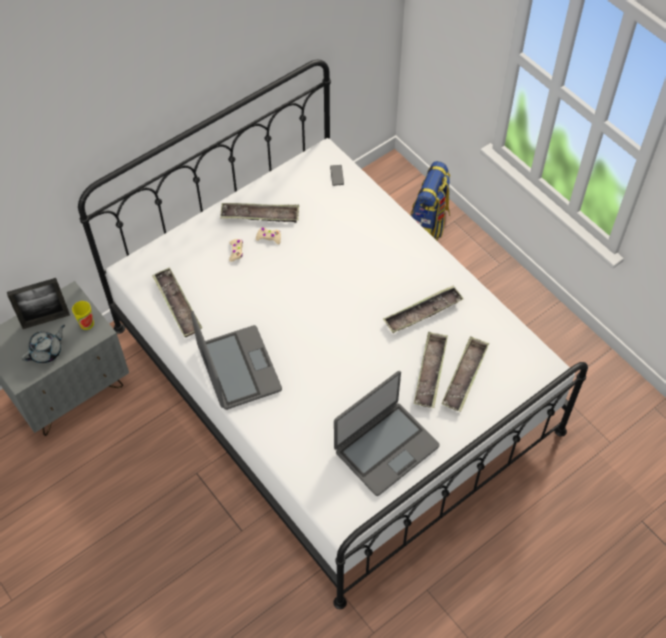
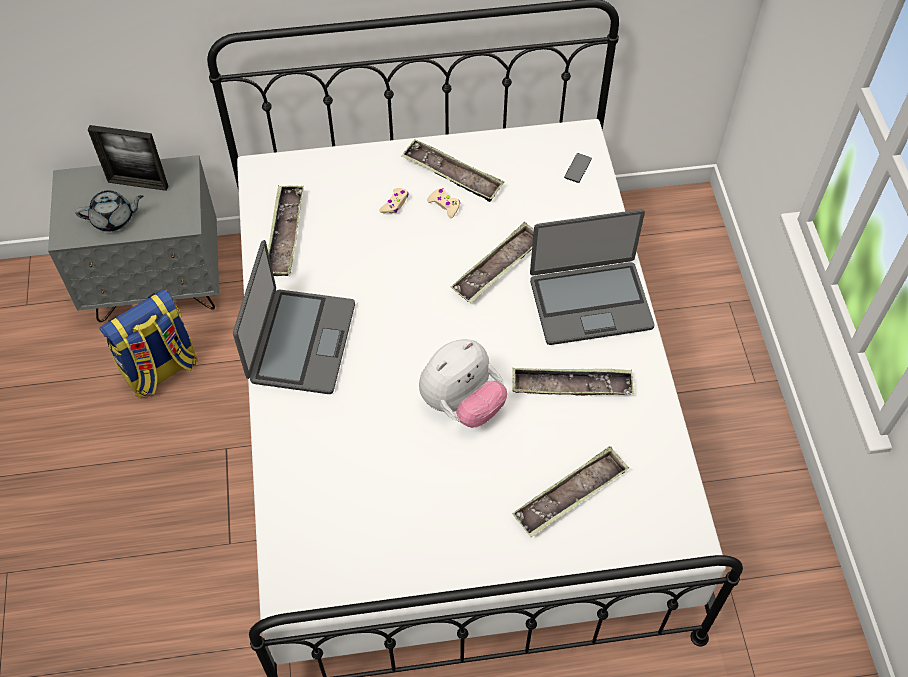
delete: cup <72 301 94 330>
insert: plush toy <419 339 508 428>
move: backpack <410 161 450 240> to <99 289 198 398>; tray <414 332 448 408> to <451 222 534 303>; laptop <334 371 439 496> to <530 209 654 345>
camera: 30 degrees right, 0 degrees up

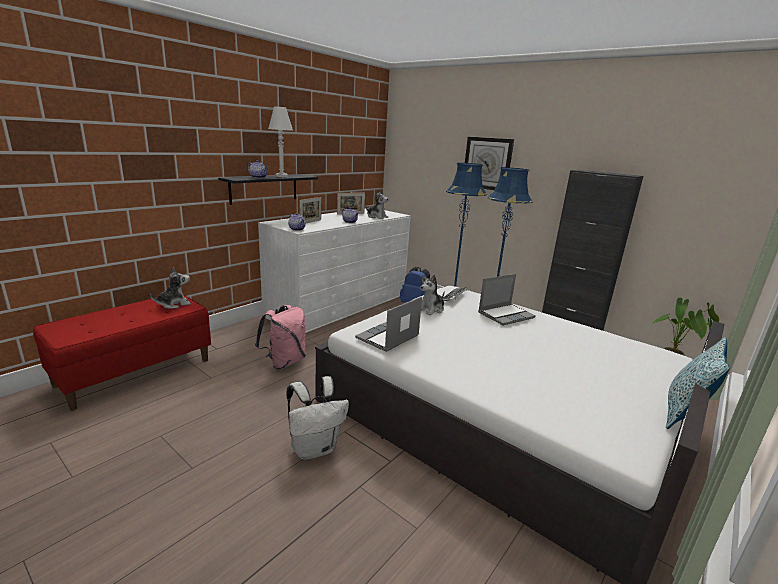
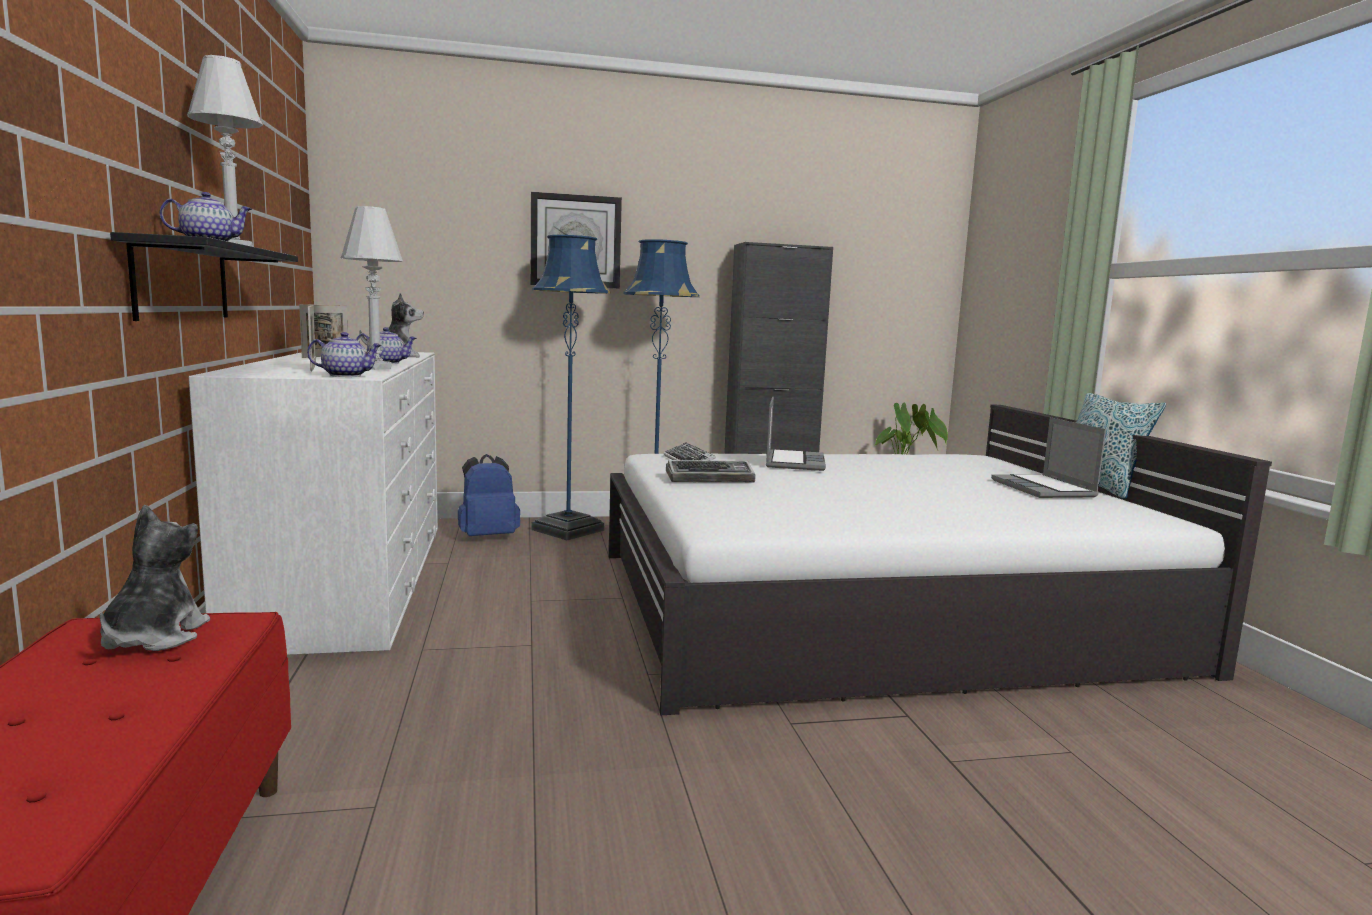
delete: pink backpack <255 305 306 369>; white backpack <286 376 349 460>
insert: white table lamp <341 206 403 370>
move: laptop <355 296 422 352> to <991 417 1106 498>
replace: plush toy <420 275 445 315> to keyboard <666 460 756 482>
camera: 50 degrees left, 10 degrees down

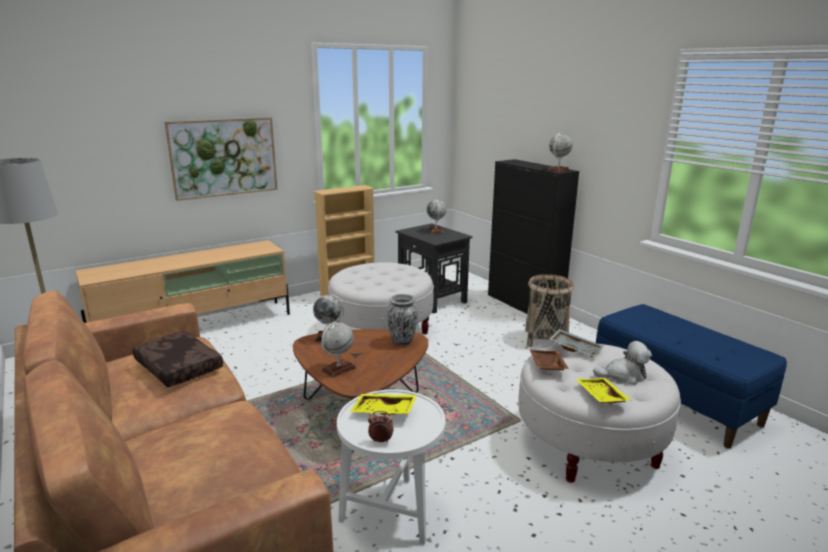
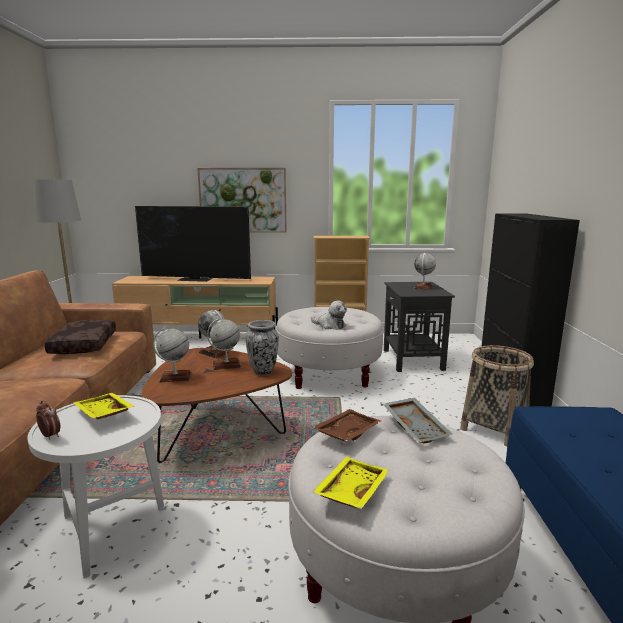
insert: television <135 206 251 282>
move: globe <547 133 573 173> to <207 319 241 370>; plush toy <593 341 652 385> to <311 300 347 330>
camera: 35 degrees right, 5 degrees down

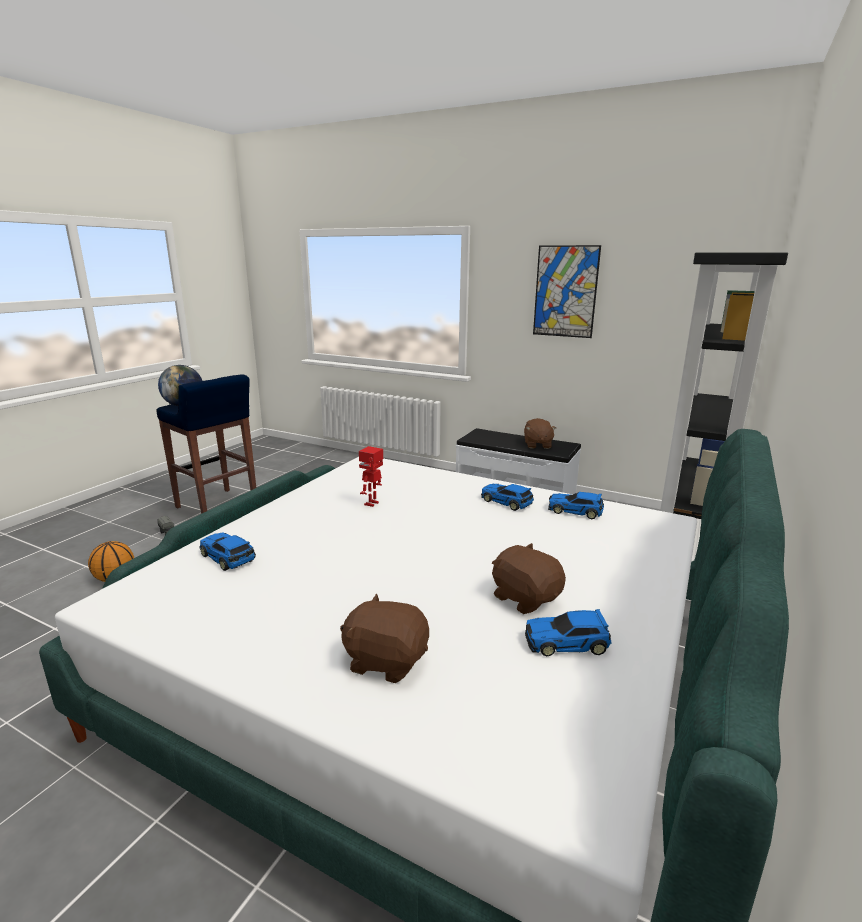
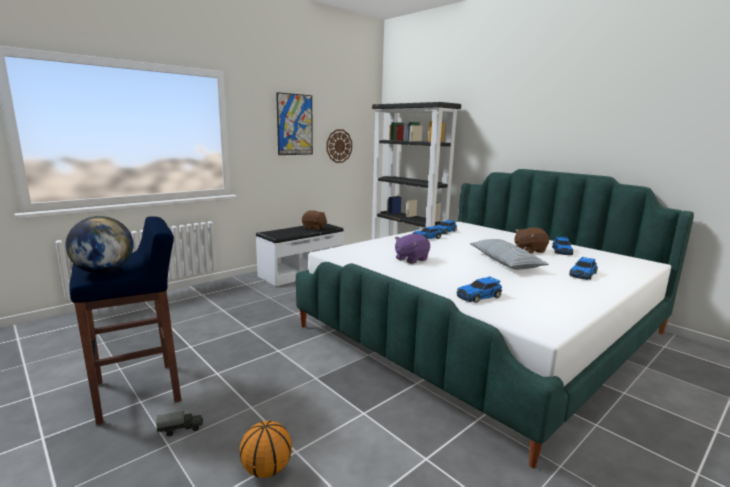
insert: wall clock <327 129 352 163>; pillow <470 239 549 270>
replace: toy robot <359 446 383 507> to purple plush toy <395 234 430 264>; brown plush toy <340 594 429 683> to toy car <569 257 598 280>
camera: 70 degrees left, 5 degrees down

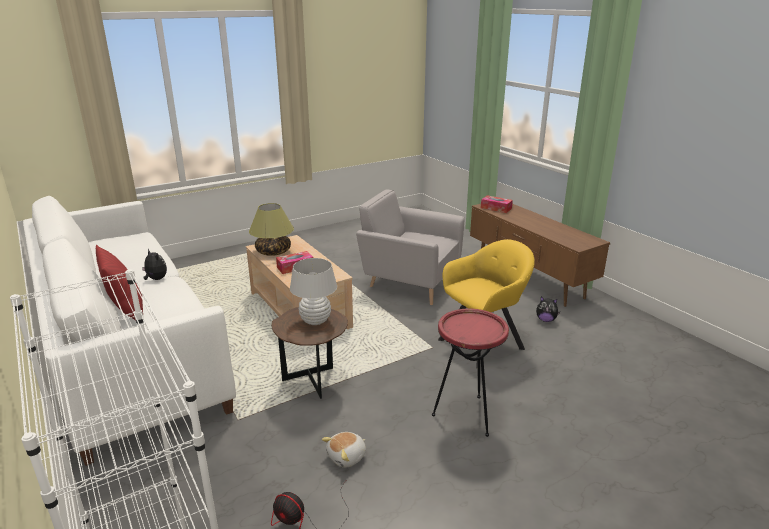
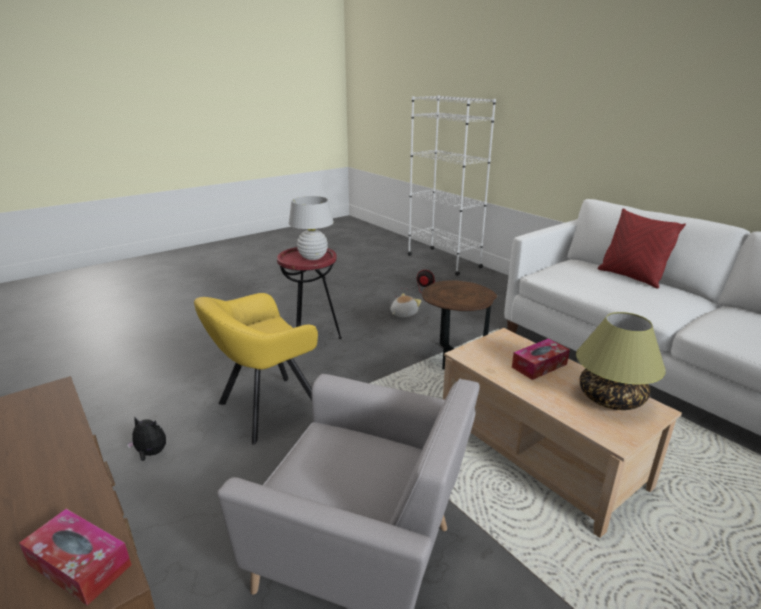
delete: plush toy <142 249 167 280>
move: white table lamp <290 258 337 325> to <289 196 334 260>
camera: 175 degrees right, 0 degrees up

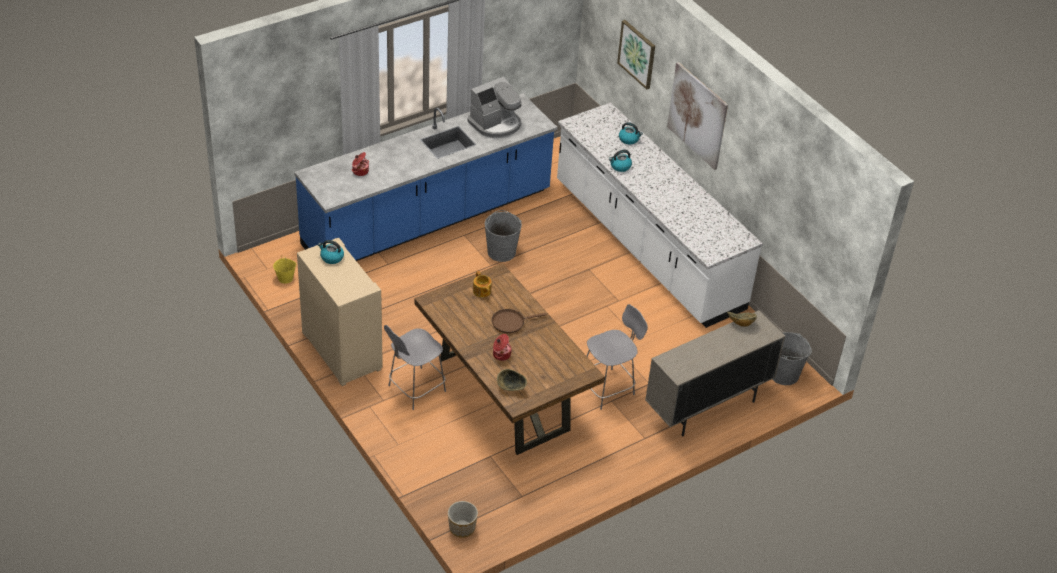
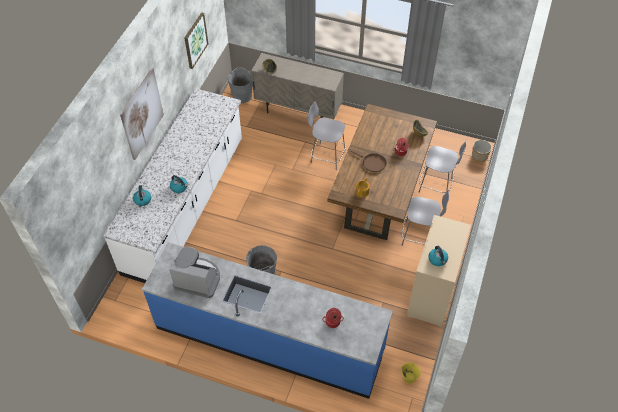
insert: grey stool <419 140 467 193>
move: picture <617 20 655 90> to <184 12 208 69>
camera: 125 degrees left, 10 degrees up

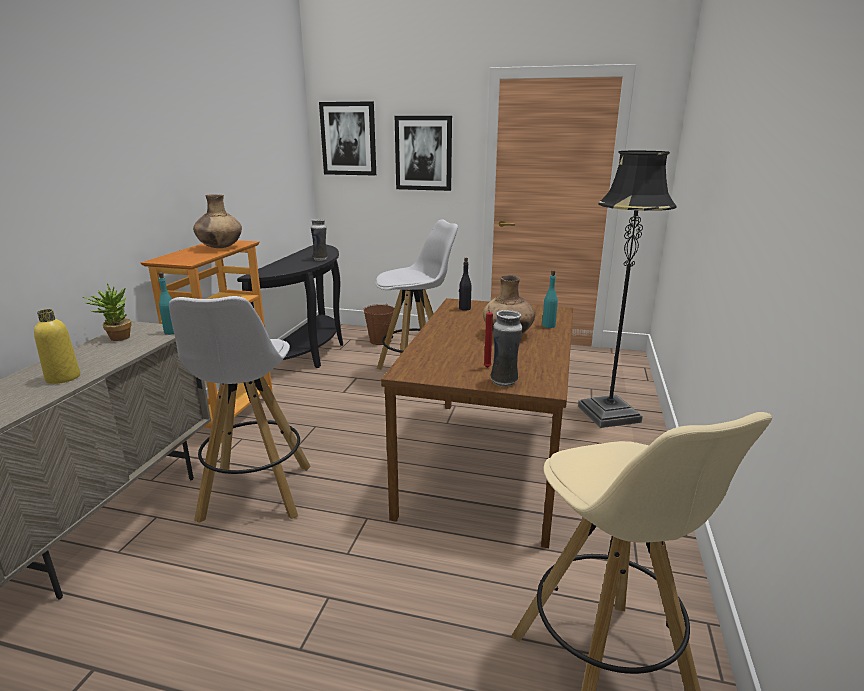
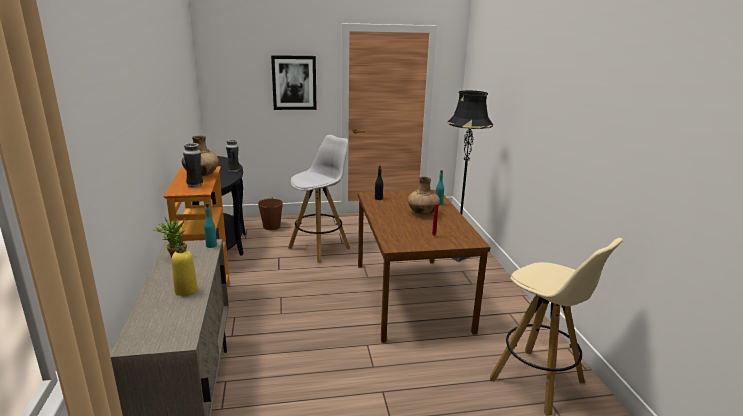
delete: picture <319 101 376 176>; white stool <169 296 311 523>
move: vase <491 310 523 387> to <183 143 203 187>
camera: 25 degrees left, 0 degrees up

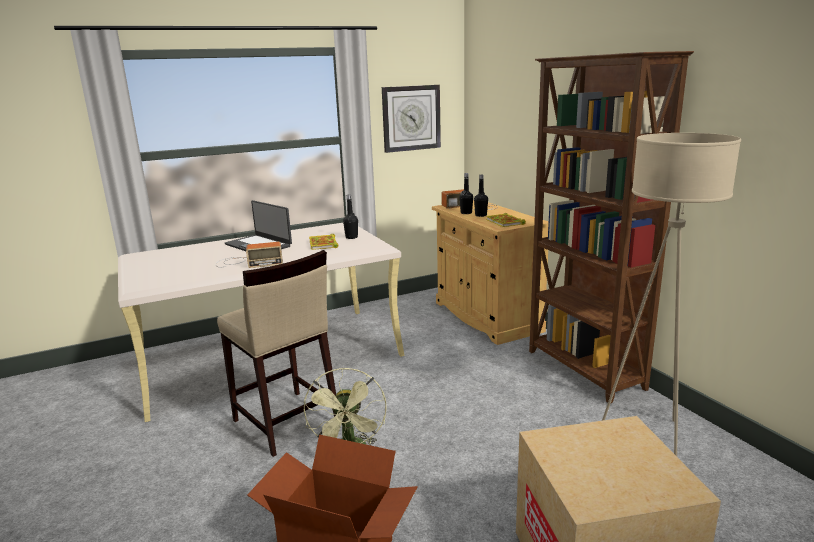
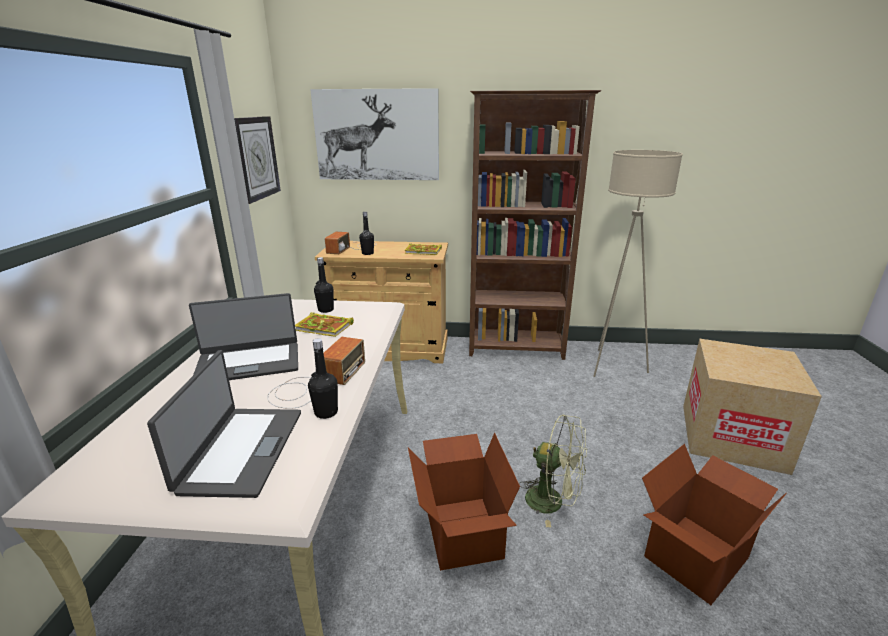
insert: picture <310 88 439 180>; laptop <147 350 301 498>
move: black bottle <474 175 488 217> to <308 338 338 419>
replace: beige stool <217 250 336 457> to cardboard box <408 433 520 571>
camera: 60 degrees left, 5 degrees up

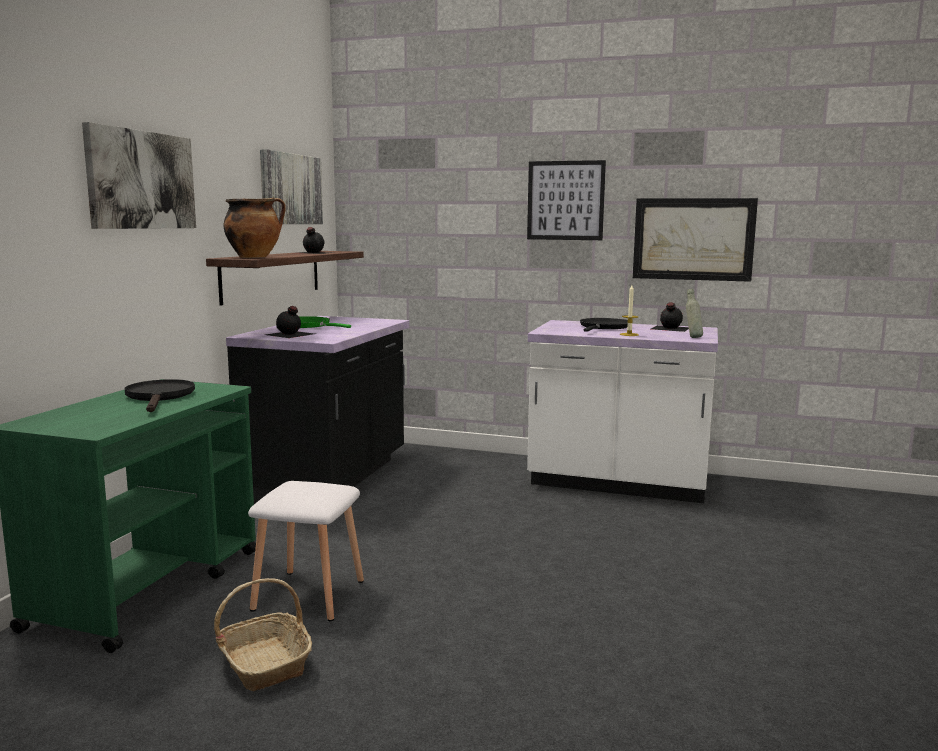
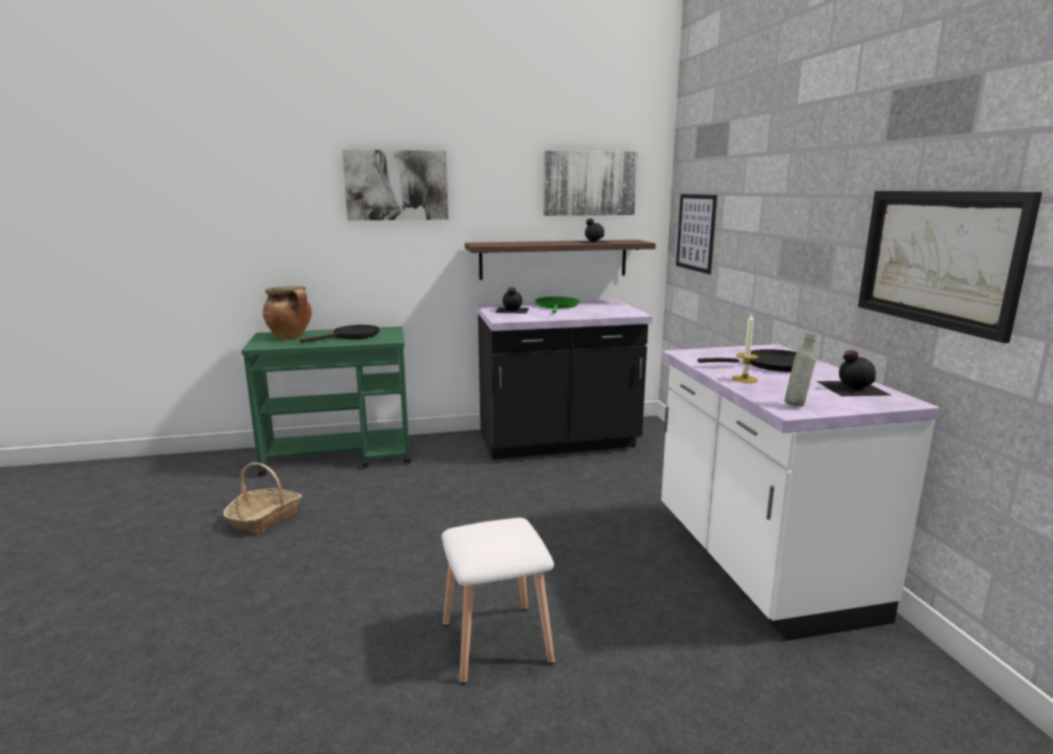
move: picture <527 160 606 240> to <676 194 717 274>; cooking pot <224 197 286 258> to <263 286 312 339>; white stool <248 481 364 621> to <442 518 555 684>
camera: 60 degrees right, 5 degrees up

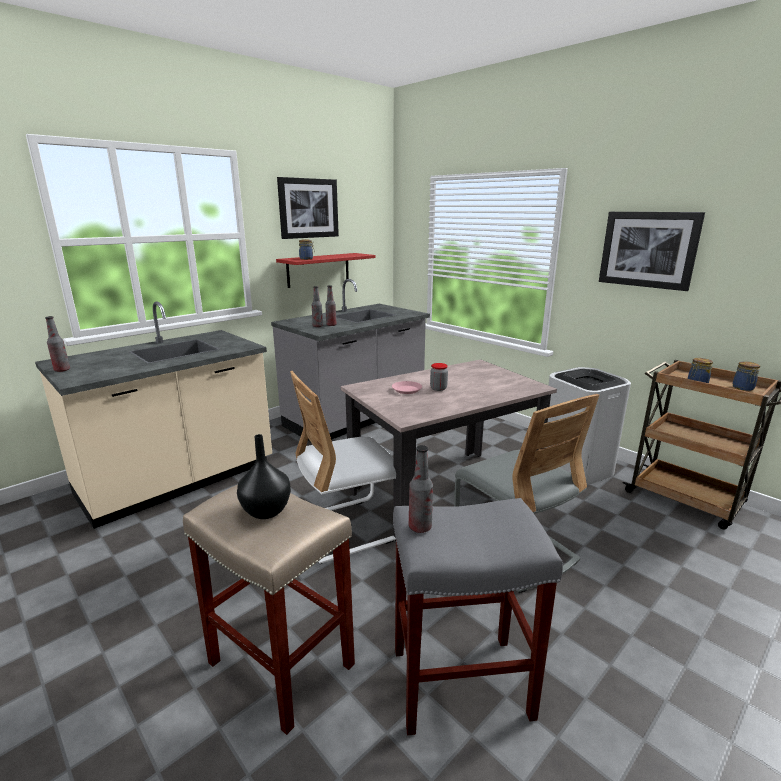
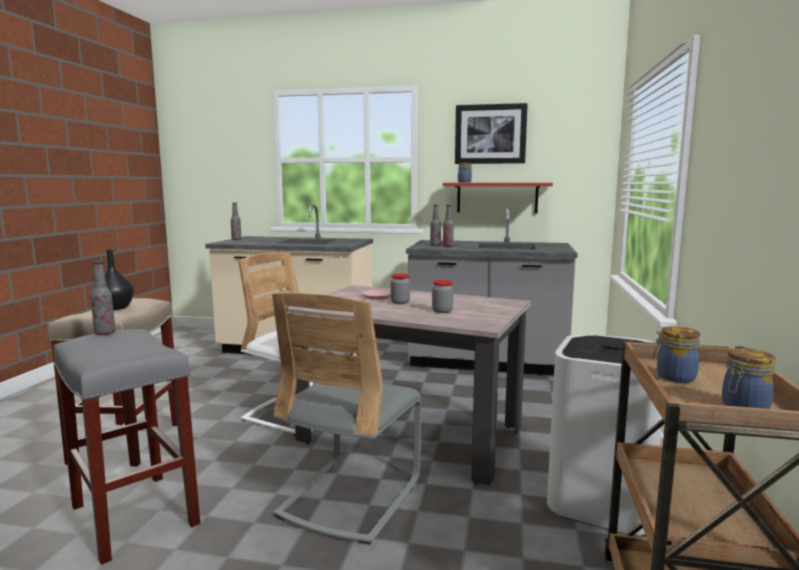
delete: picture <599 212 705 291>
insert: jar <432 280 453 313>
camera: 55 degrees right, 10 degrees down

